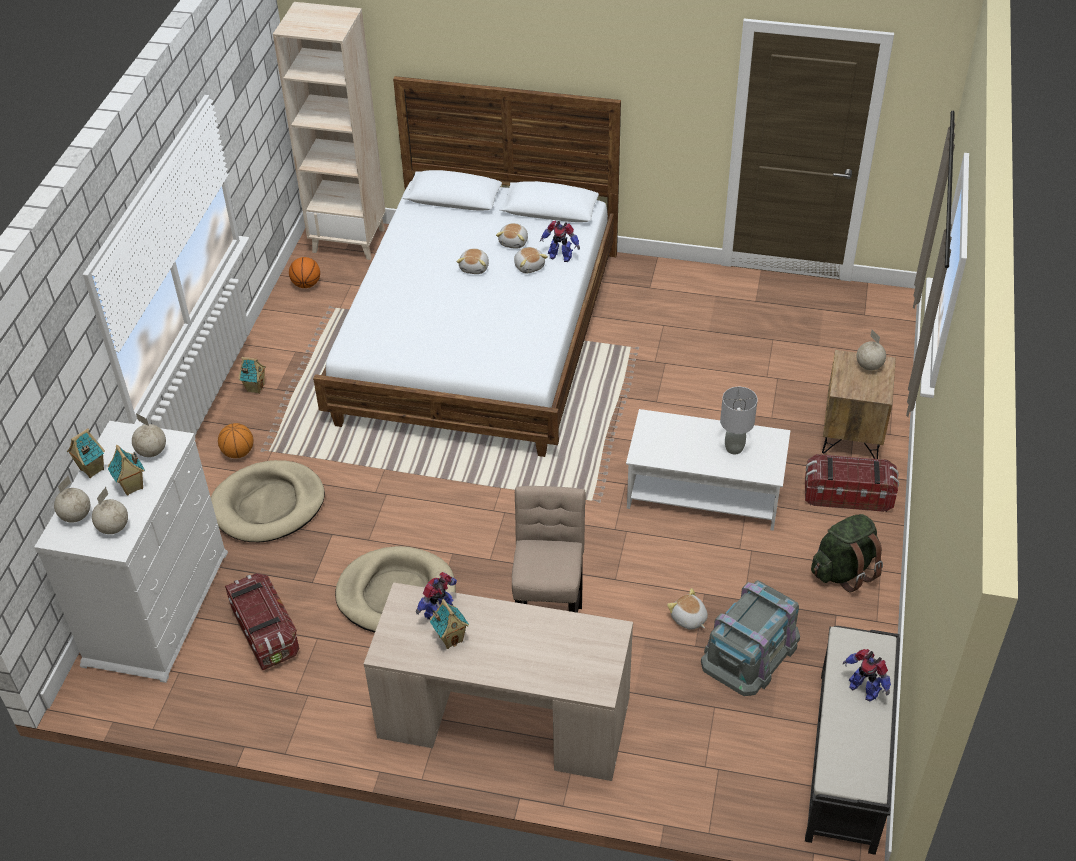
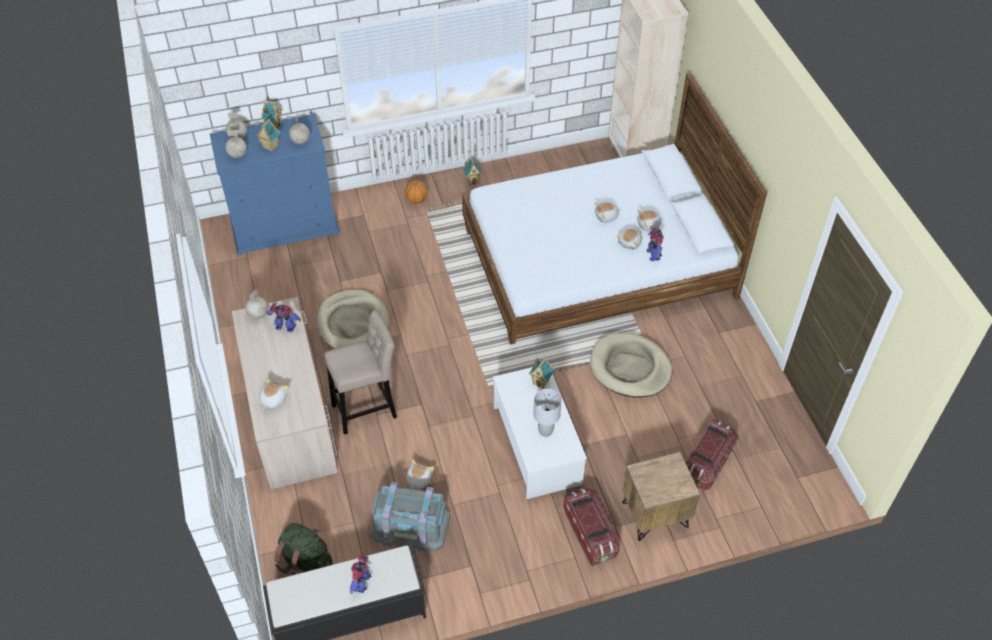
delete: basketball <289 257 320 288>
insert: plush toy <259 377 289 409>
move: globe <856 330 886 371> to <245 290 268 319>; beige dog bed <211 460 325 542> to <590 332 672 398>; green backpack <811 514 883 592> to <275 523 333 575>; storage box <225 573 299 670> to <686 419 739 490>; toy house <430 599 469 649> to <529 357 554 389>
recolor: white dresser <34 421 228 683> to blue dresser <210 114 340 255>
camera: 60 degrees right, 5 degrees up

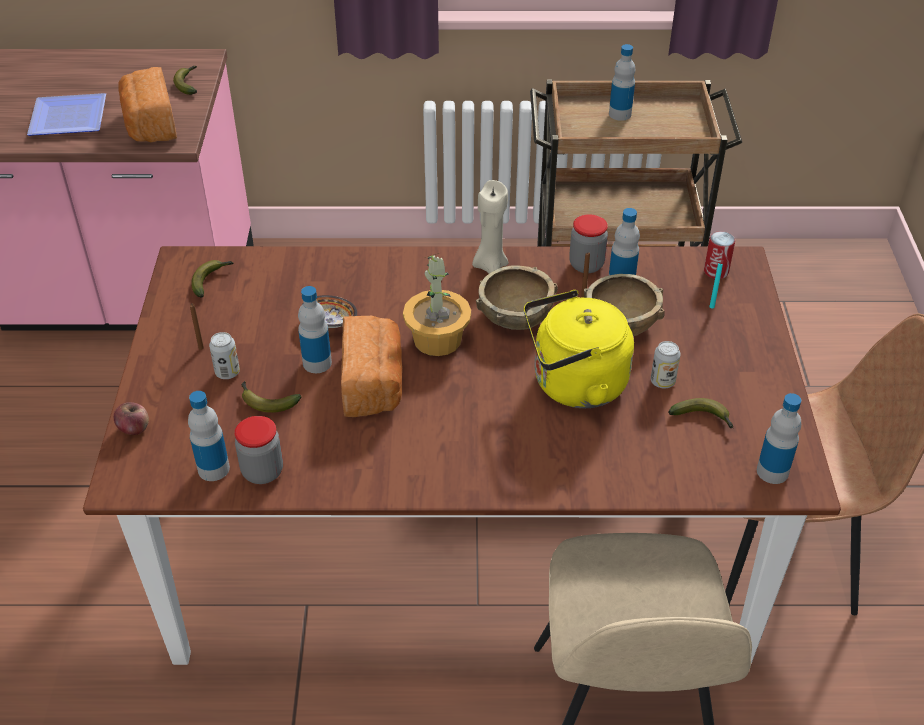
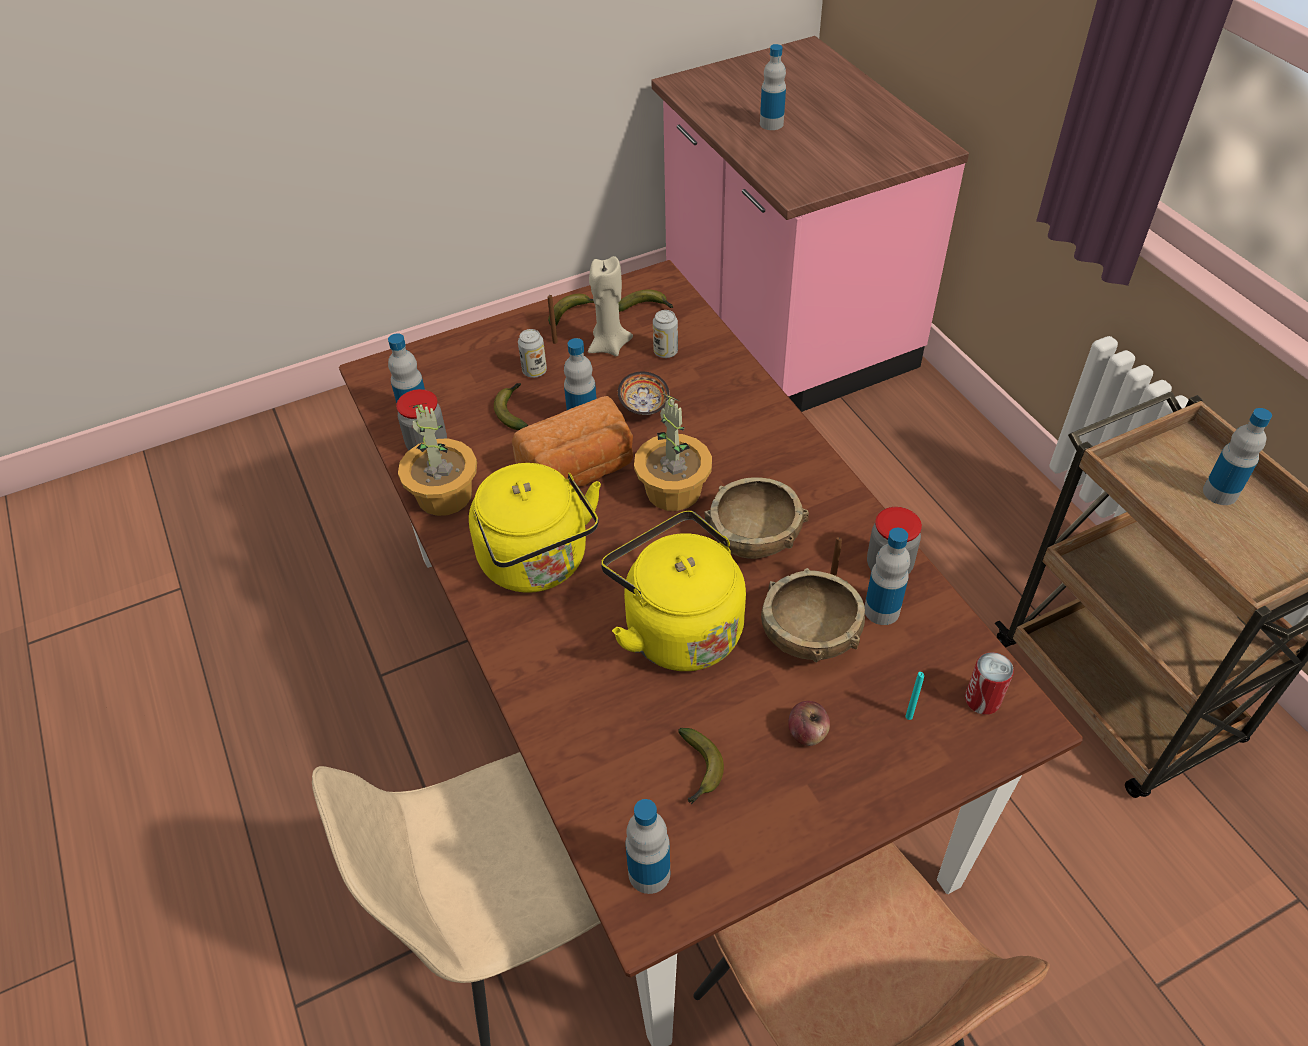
delete: bread <118 67 177 142>
insert: potted plant <398 403 477 516>; yellow kettle <469 463 601 593>
move: banana <173 66 197 95> to <548 294 594 325>; beige candle <472 180 509 273> to <588 256 633 356>; can <651 341 681 388> to <653 310 678 358>; apple <114 402 149 435> to <788 701 830 746>
replace: plate <27 93 106 136> to bottle <760 44 786 130>
camera: 65 degrees right, 5 degrees up

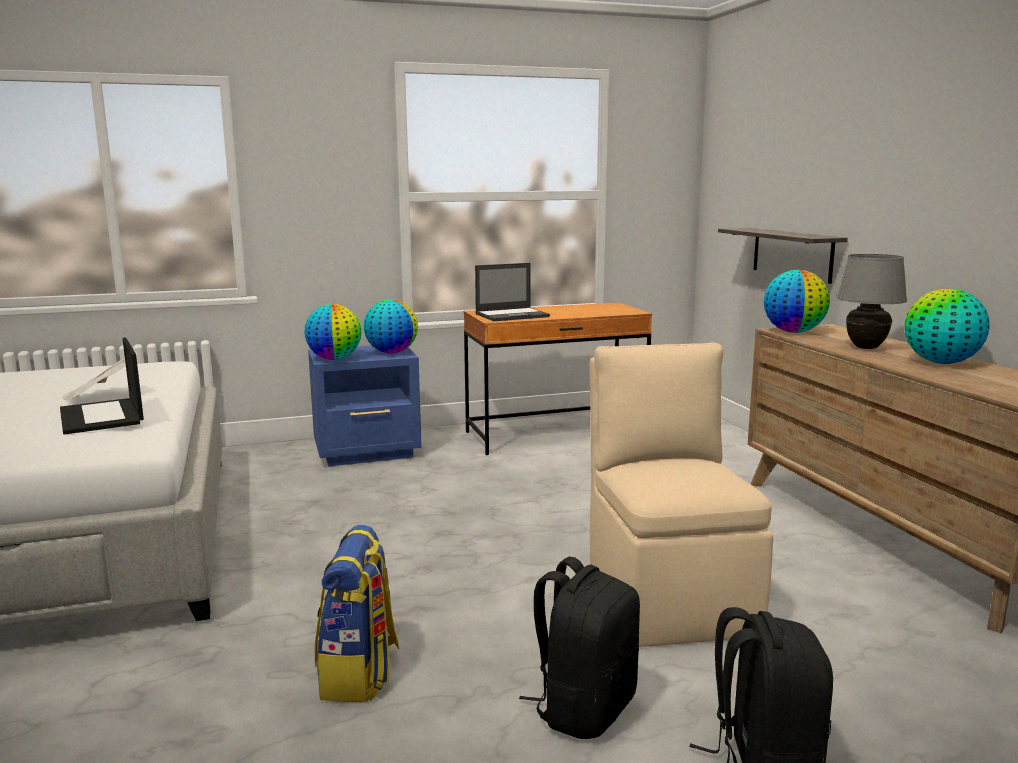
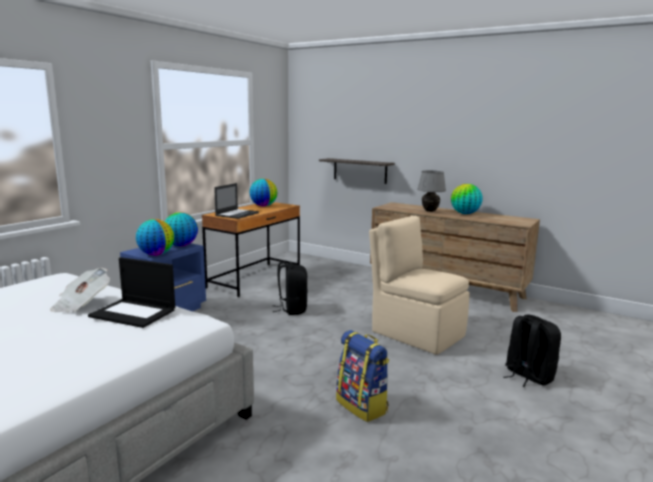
move: globe <764 270 830 333> to <249 179 278 206>; black backpack <519 557 640 739> to <272 261 308 315>
camera: 40 degrees left, 0 degrees up

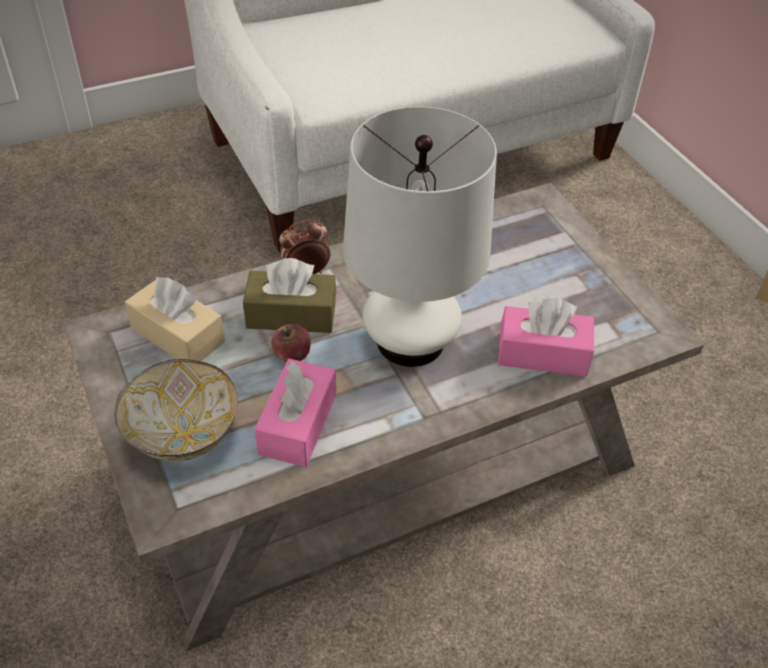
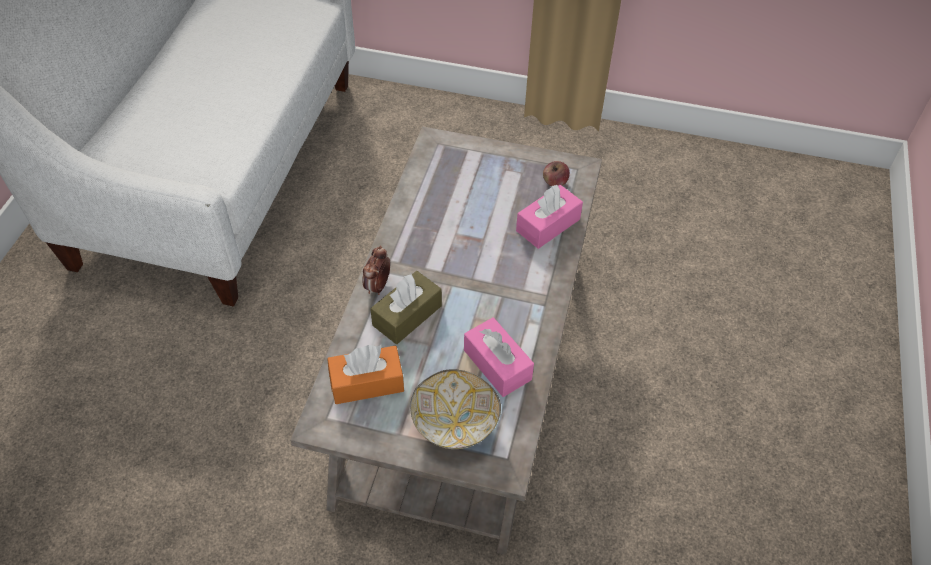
delete: white table lamp <343 107 497 367>
move: apple <271 324 311 362> to <543 161 570 186>
recolor: beige tissue box <125 277 225 361> to orange tissue box <327 345 404 404>
camera: 50 degrees left, 5 degrees up

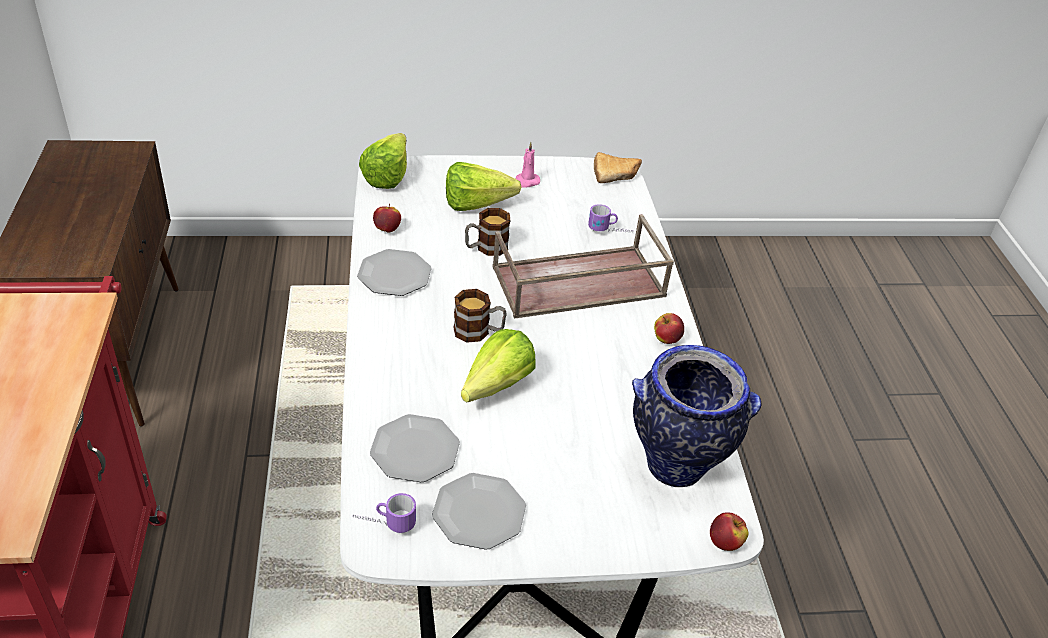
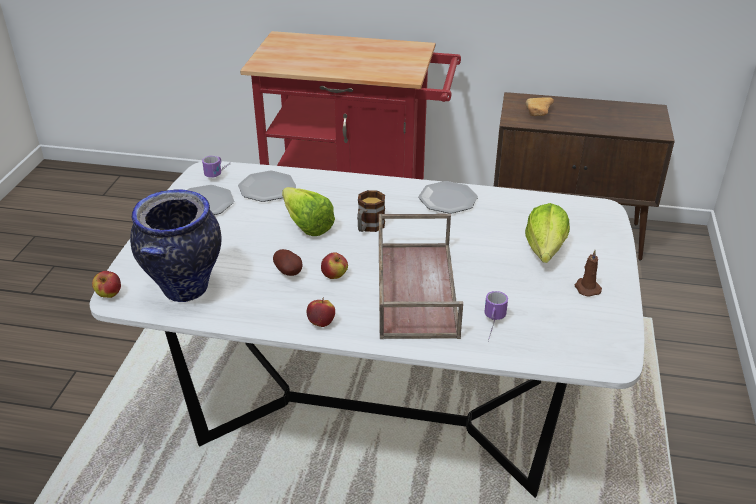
delete: lettuce <359 133 407 189>; mug <465 208 510 256>
insert: potato <273 249 302 276>
move: bread <594 152 642 183> to <525 97 554 116>; apple <373 204 401 232> to <321 252 348 279>
recolor: pink candle <516 142 540 188> to brown candle <575 250 602 297>
camera: 110 degrees right, 5 degrees down

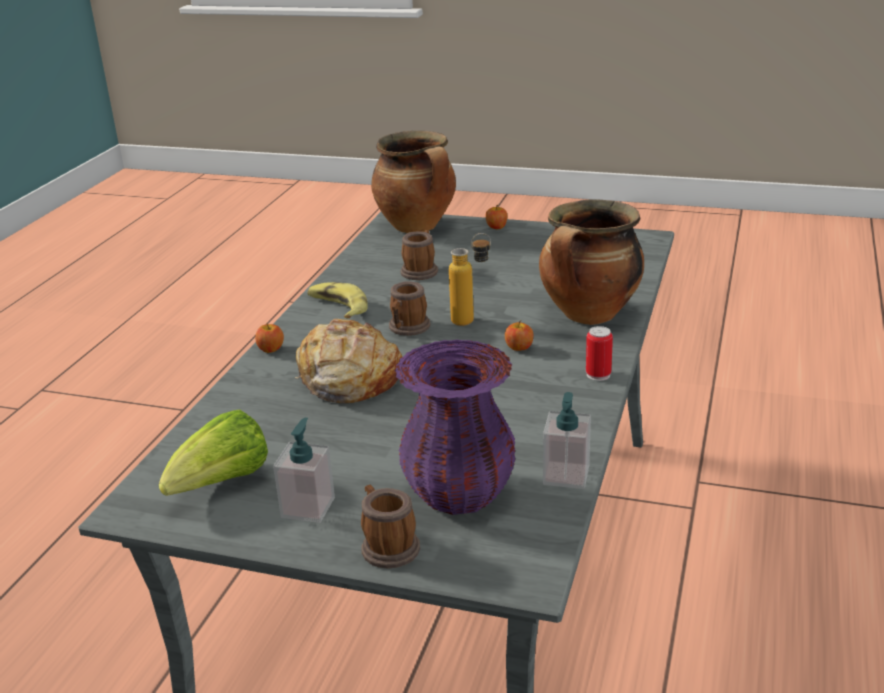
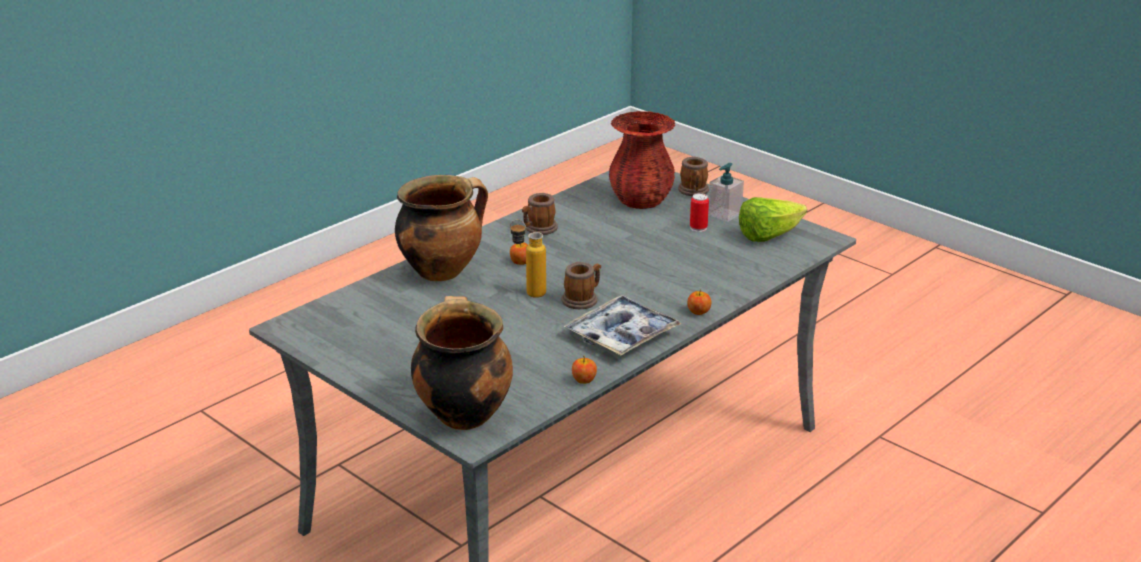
delete: bread <295 319 402 403>; soap dispenser <543 392 591 489>
move: apple <486 205 507 229> to <572 356 597 384>; mug <400 230 438 280> to <522 193 558 235>; can <586 326 613 381> to <690 193 709 232>
replace: banana <307 282 368 319> to tray <563 295 682 355>
recolor: purple vase <395 340 515 515> to red vase <609 111 675 209>
camera: 155 degrees left, 0 degrees up

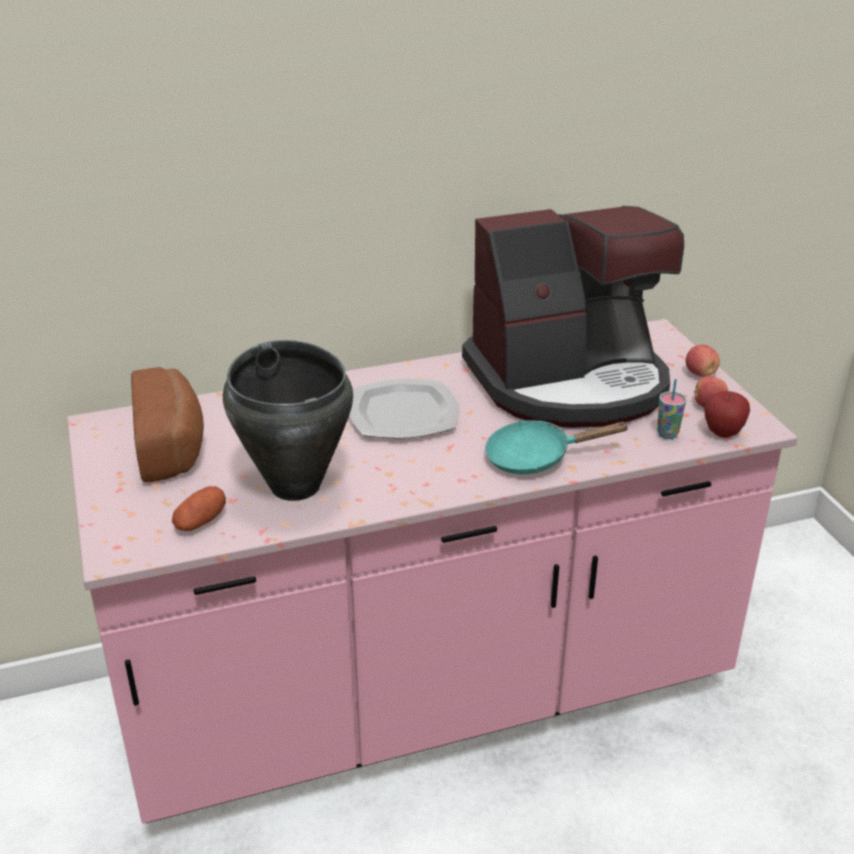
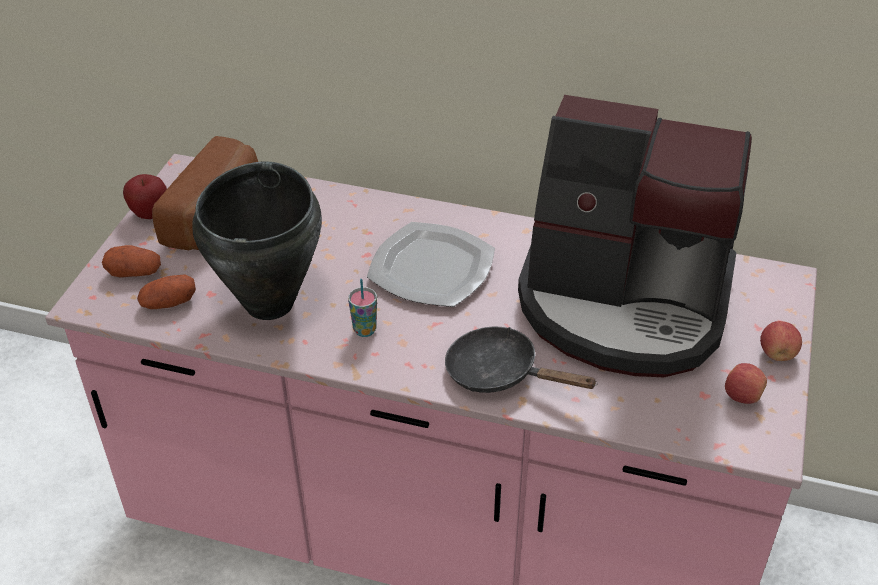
insert: potato <102 245 161 278>
move: cup <657 379 686 439> to <348 279 377 337>; apple <704 391 750 438> to <123 174 167 219>
recolor: turquoise frying pan <485 420 630 474> to black frying pan <445 327 598 393>
camera: 35 degrees right, 10 degrees up

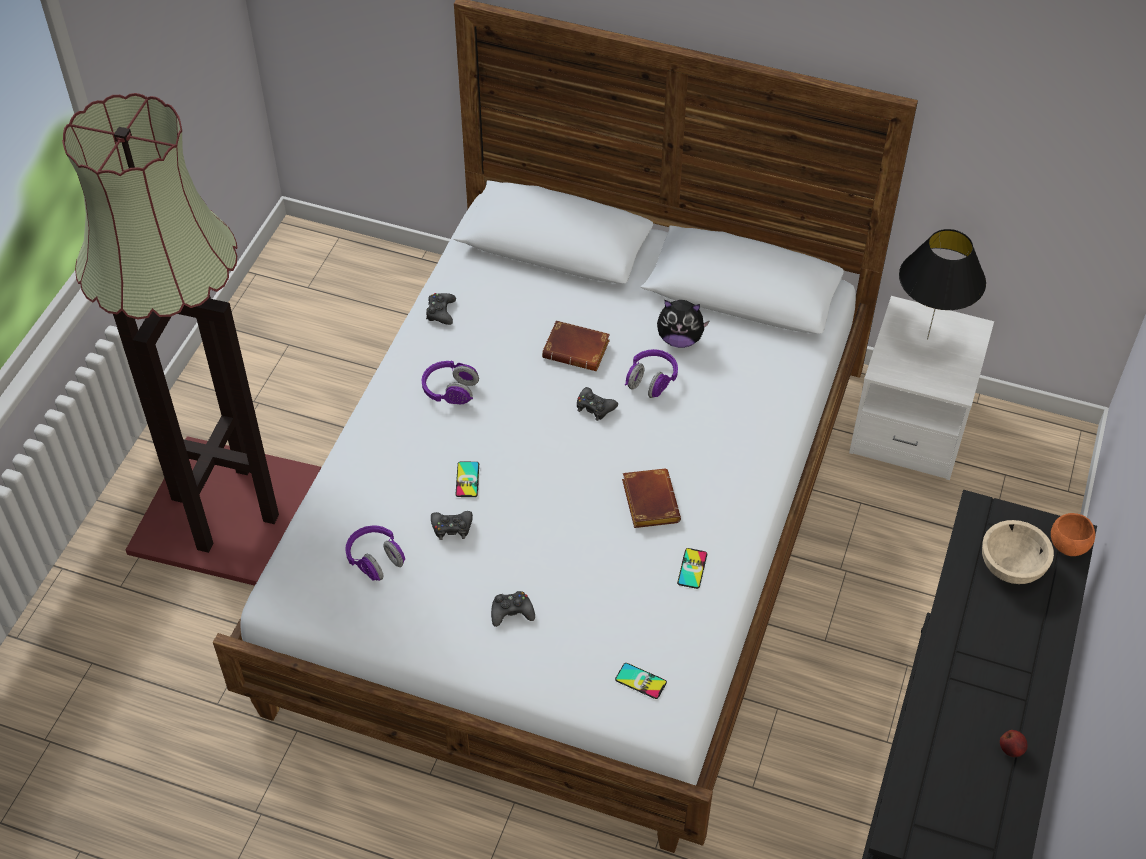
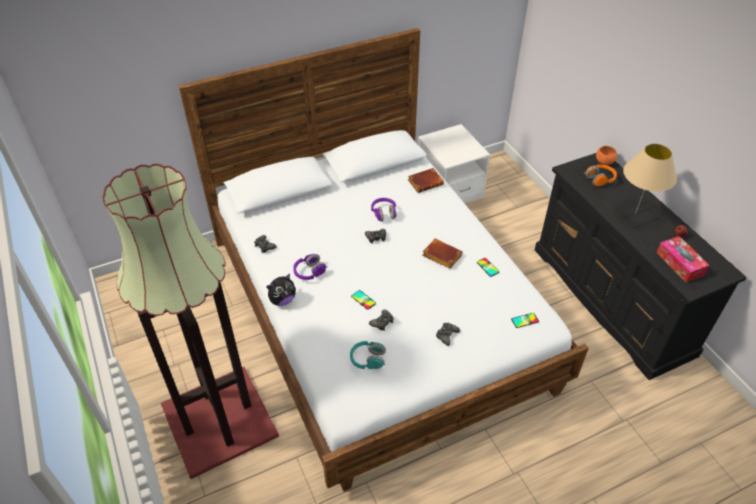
delete: black table lamp <899 229 986 339>
insert: beige table lamp <623 143 677 214>; tissue box <657 236 709 282>
move: plush toy <657 300 710 348> to <266 274 296 306>; brown book <542 321 610 371> to <408 168 444 193>
replace: beige bowl <982 520 1054 584> to orange headphones <584 165 617 186>
recolor: purple headphones <345 525 405 581> to turquoise headphones <350 341 386 369>
camera: 45 degrees left, 5 degrees down

